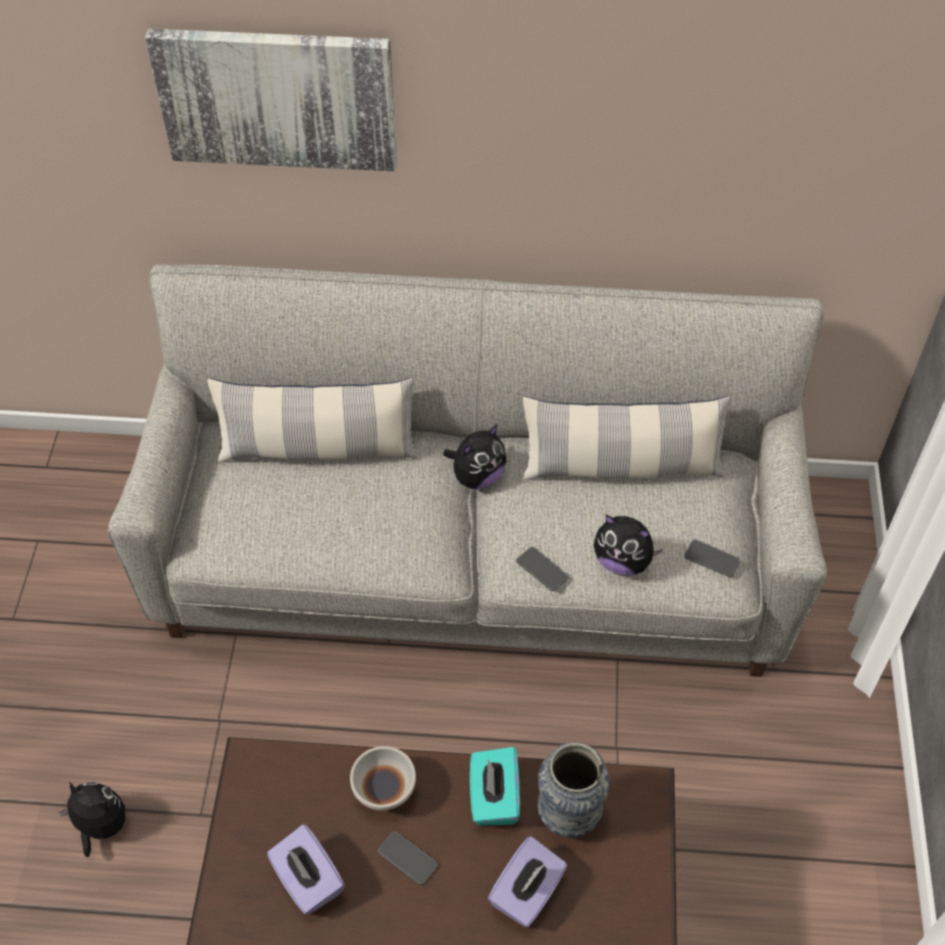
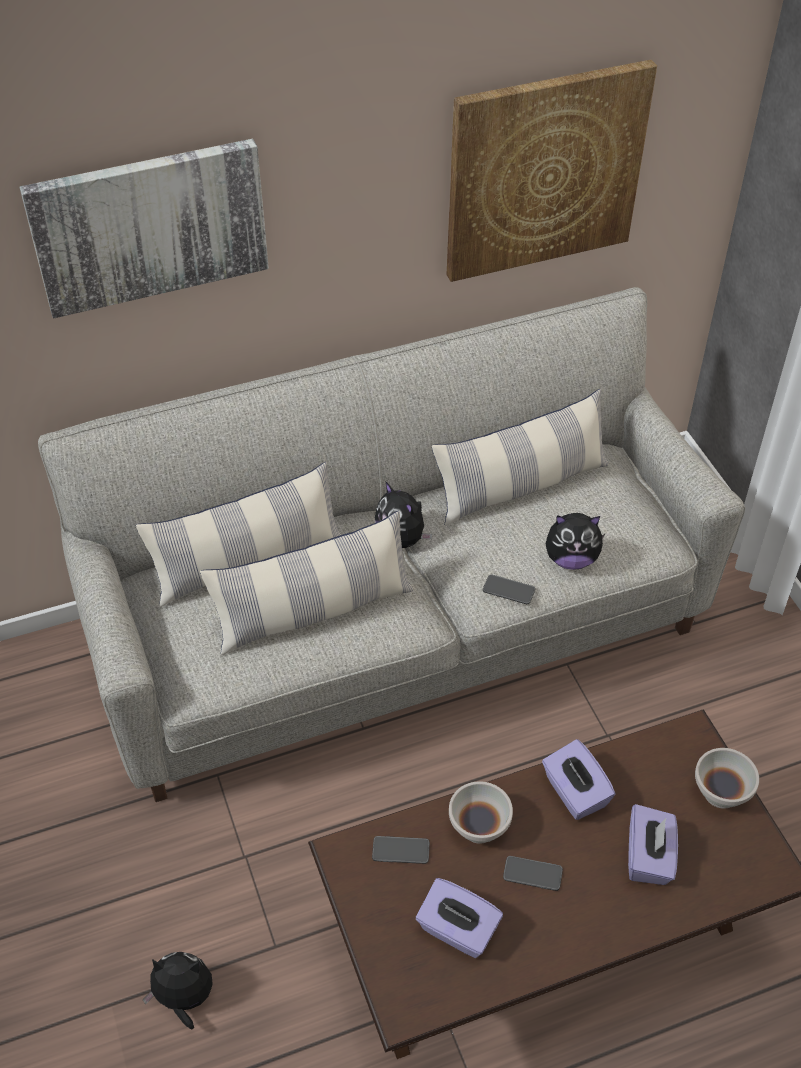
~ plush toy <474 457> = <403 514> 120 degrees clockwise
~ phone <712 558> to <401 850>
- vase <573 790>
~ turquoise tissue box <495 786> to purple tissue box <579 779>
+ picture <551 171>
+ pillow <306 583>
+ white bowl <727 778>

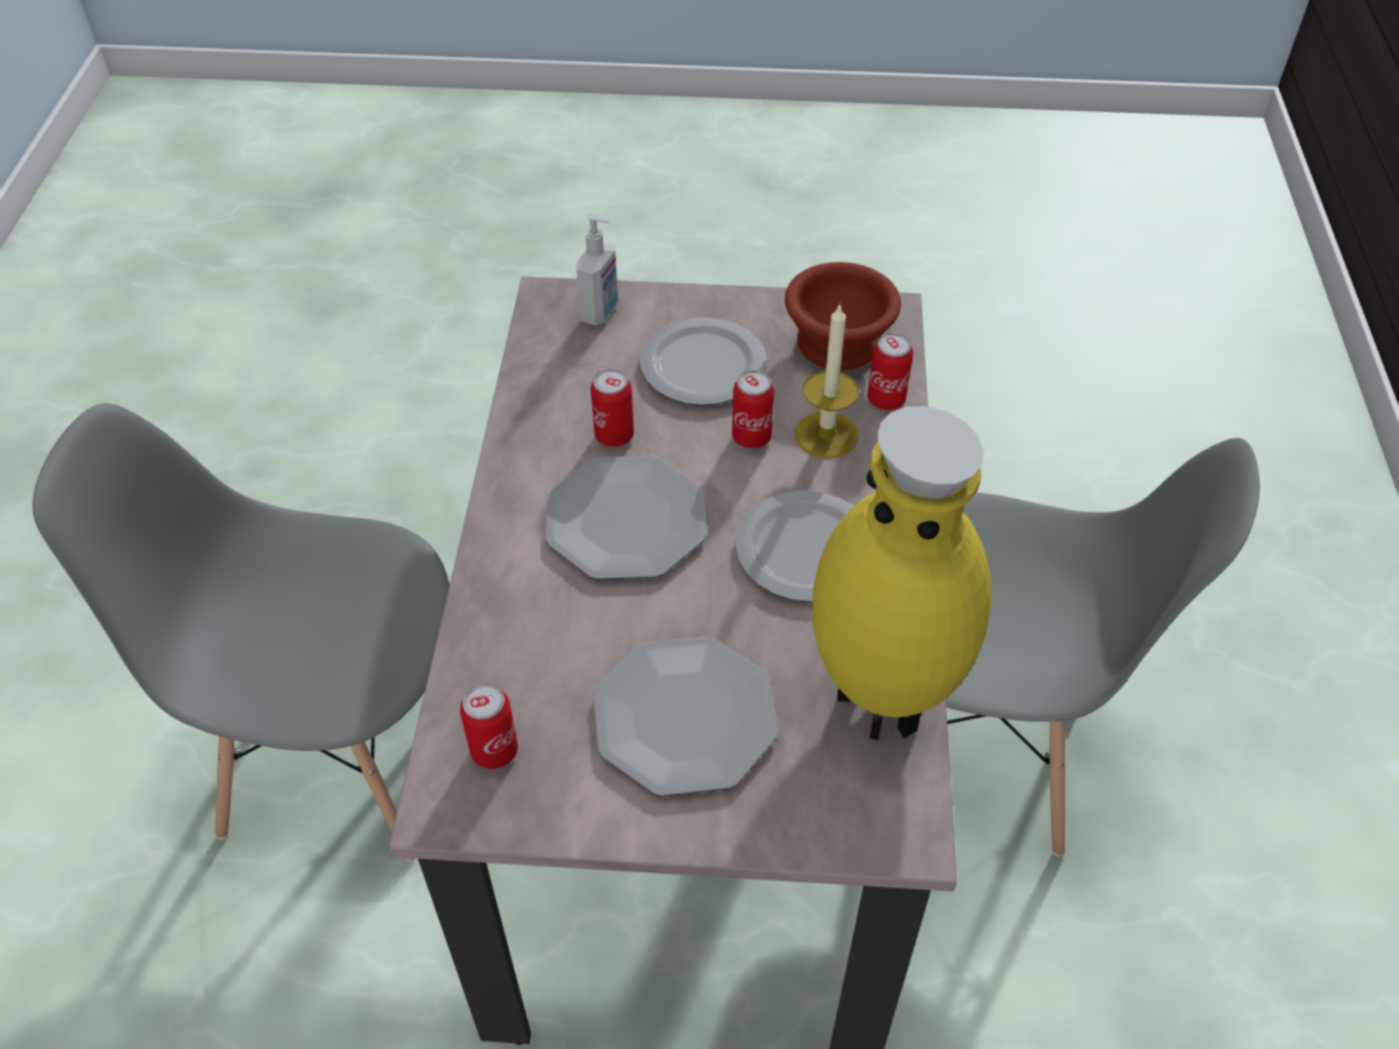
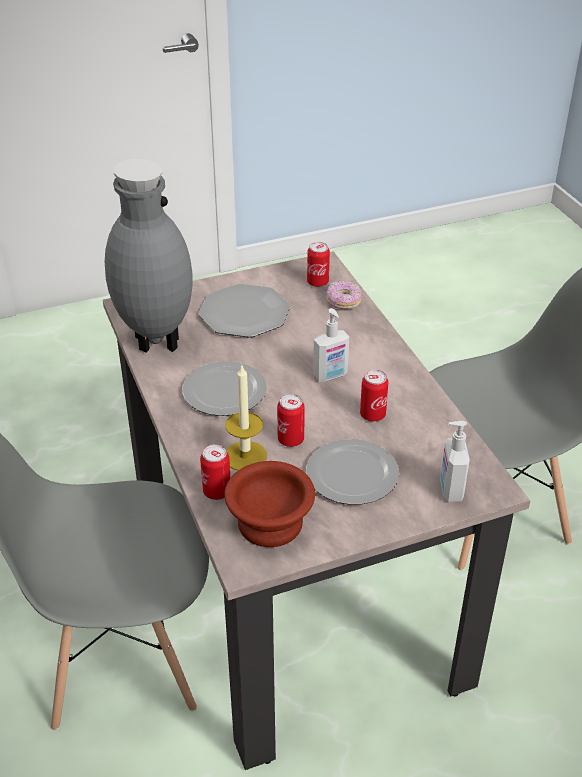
~ yellow vase <901 573> to grey vase <149 256>
~ plate <626 517> to soap dispenser <331 345>
+ donut <343 295>

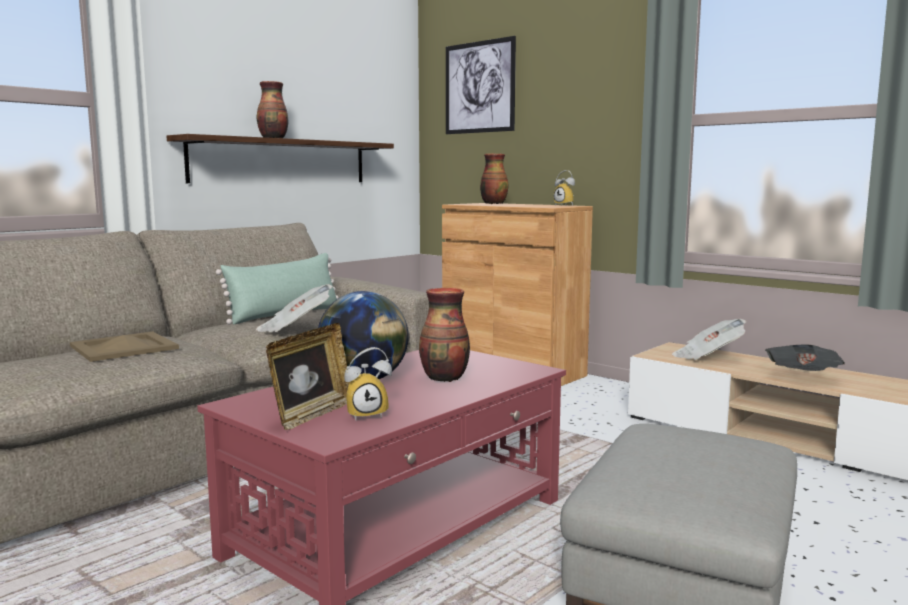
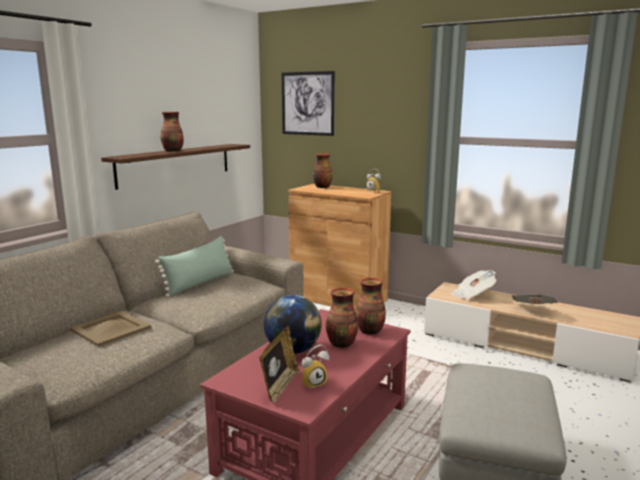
- newspaper <294 308>
+ vase <370 306>

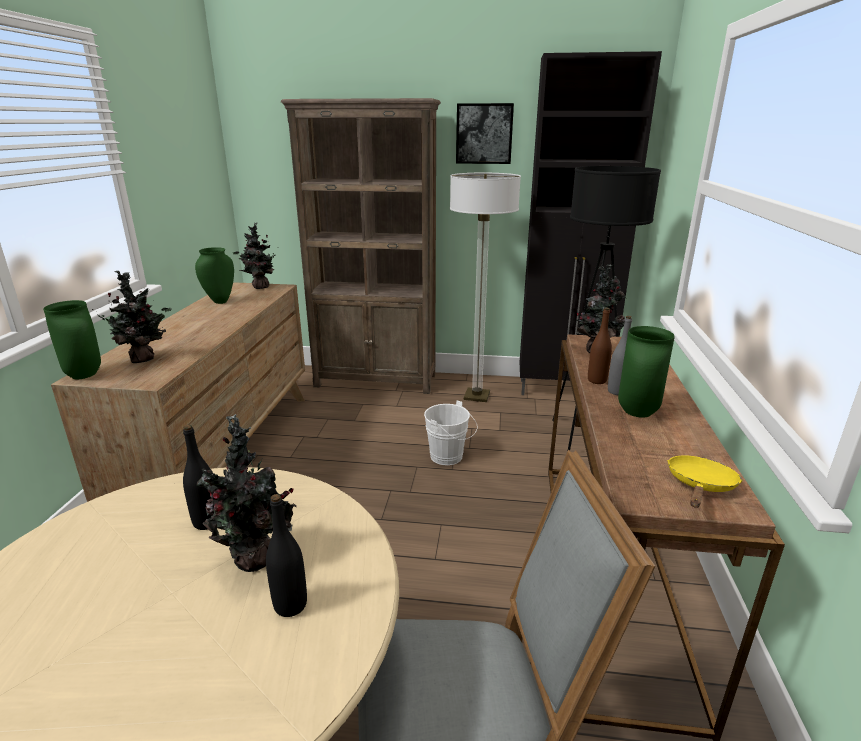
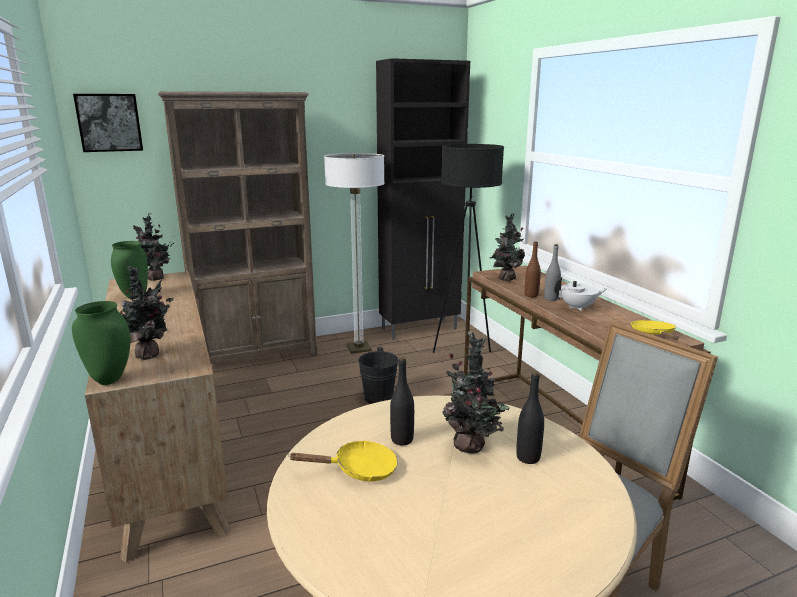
~ picture <485 133> to <108 123>
~ green vase <646 372> to white teapot <581 294>
~ white bucket <451 432> to black bucket <378 375>
+ yellow frying pan <343 460>

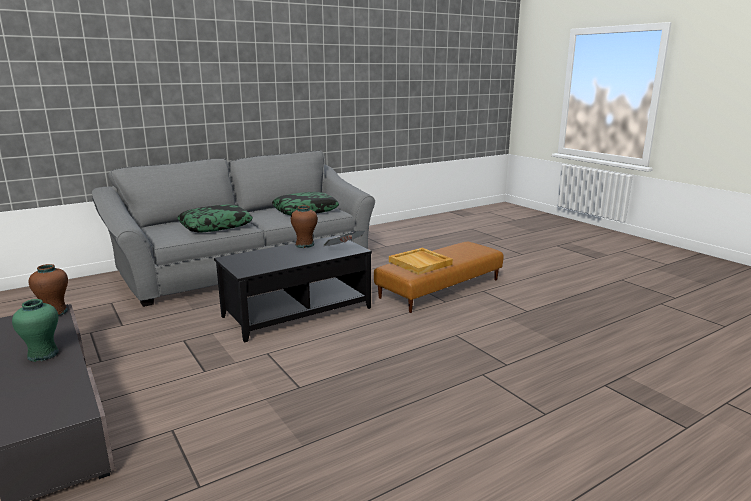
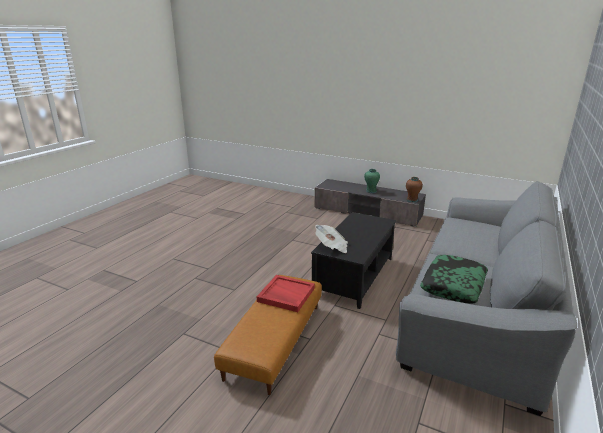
- pillow <215 219>
- brown vase <304 226>
~ beige tray <421 261> to red tray <286 293>

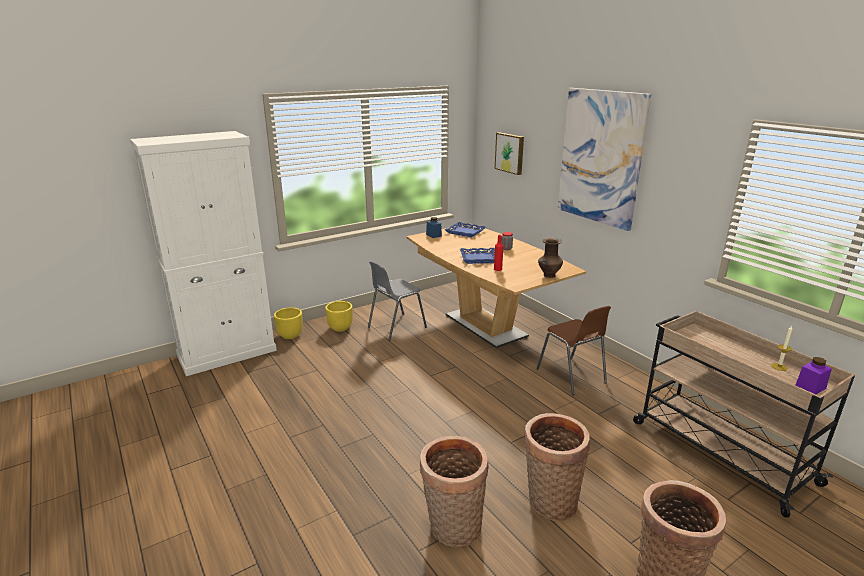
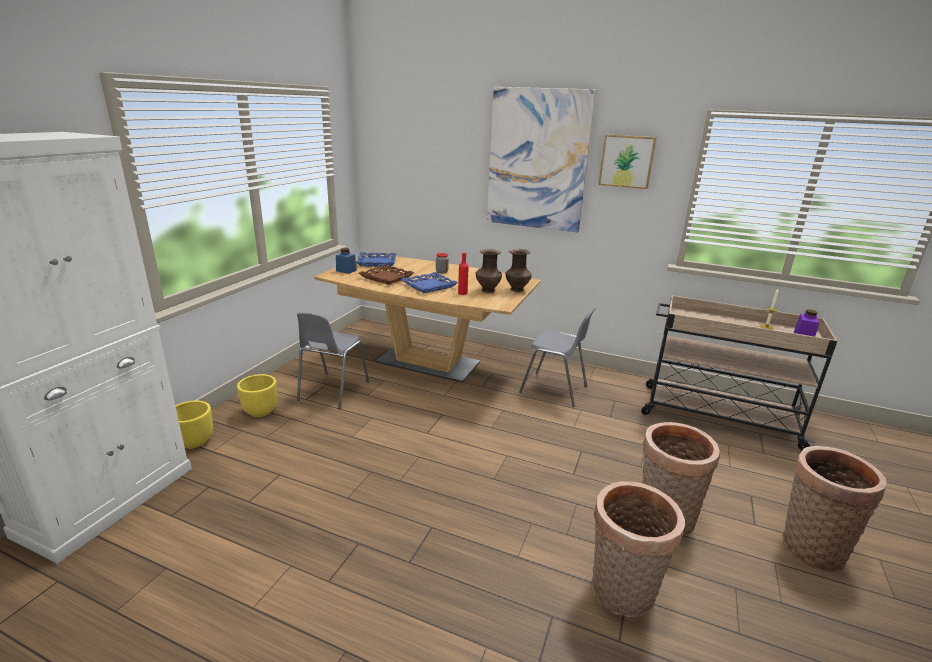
~ picture <509 153> to <627 161>
~ brown chair <573 350> to grey chair <557 357>
+ brown vase <489 271>
+ brown tray <387 274>

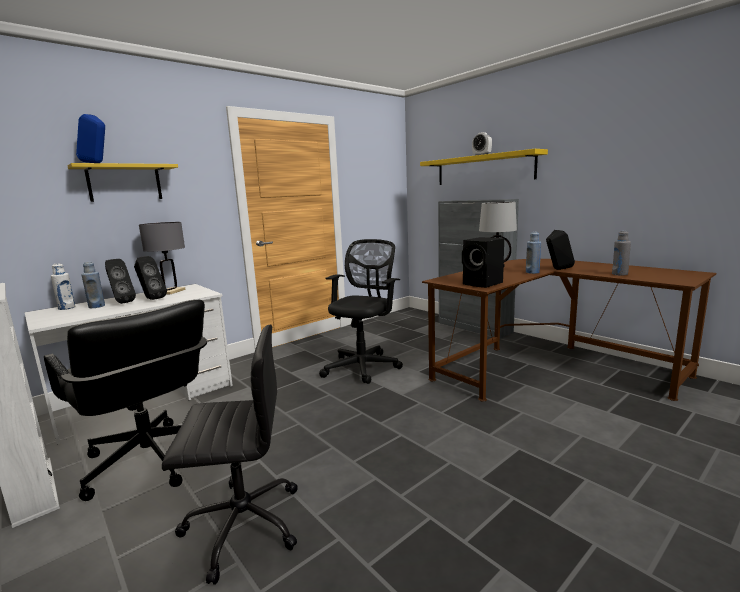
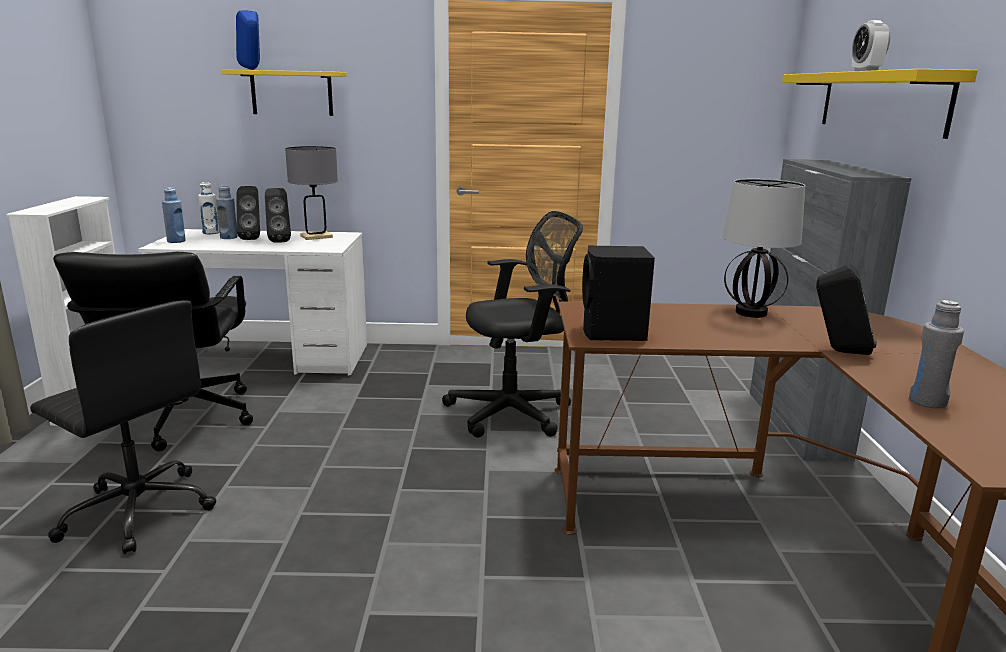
~ blue bottle <533 253> to <174 215>

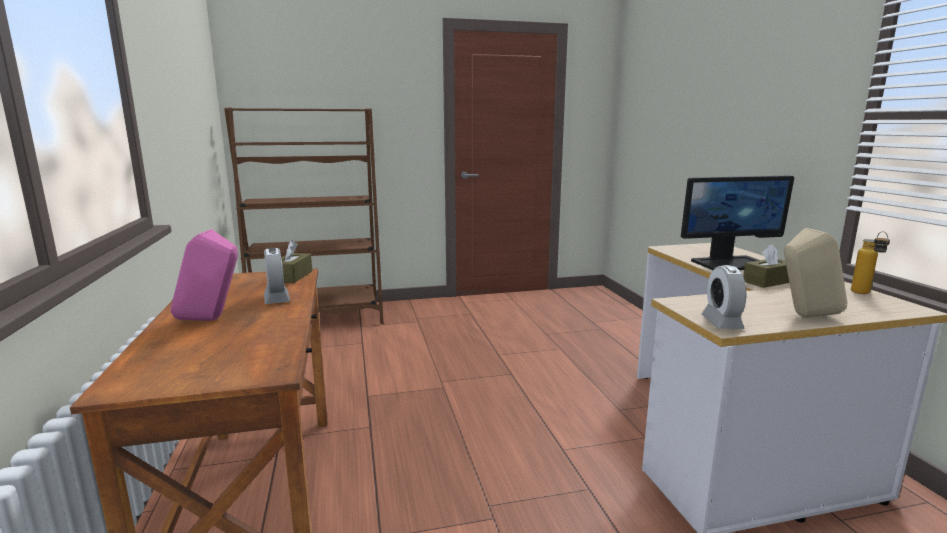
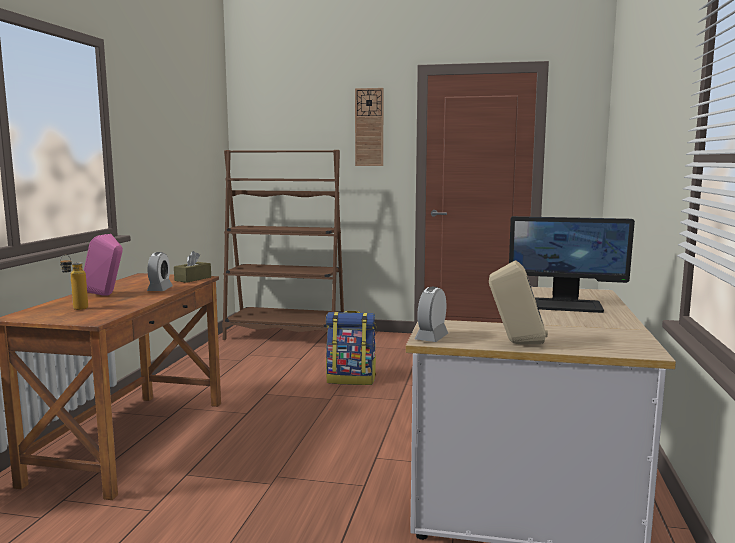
~ bottle <870 262> to <74 282>
- brown tissue box <766 266>
+ wall clock <369 127>
+ backpack <351 348>

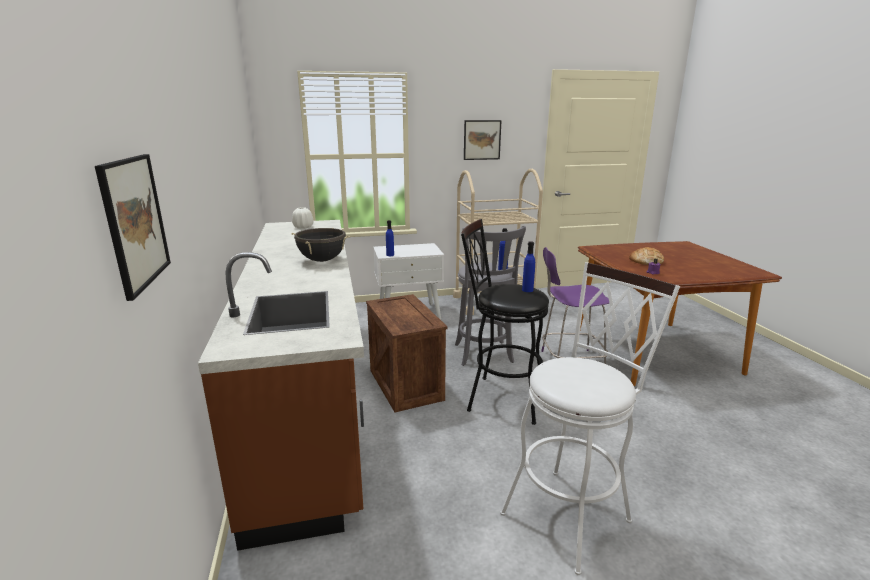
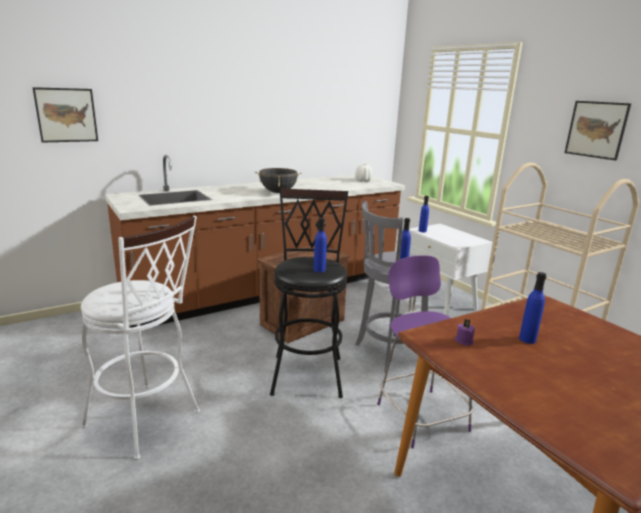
~ bread <646 256> to blue bottle <533 308>

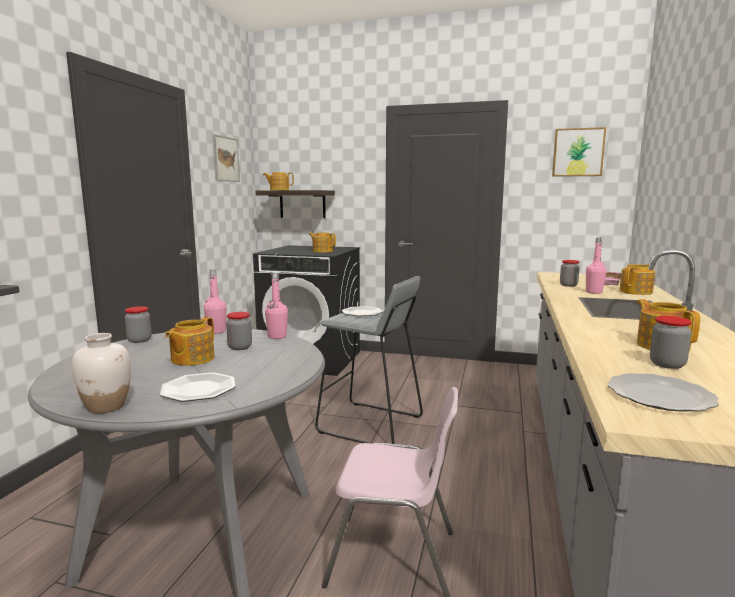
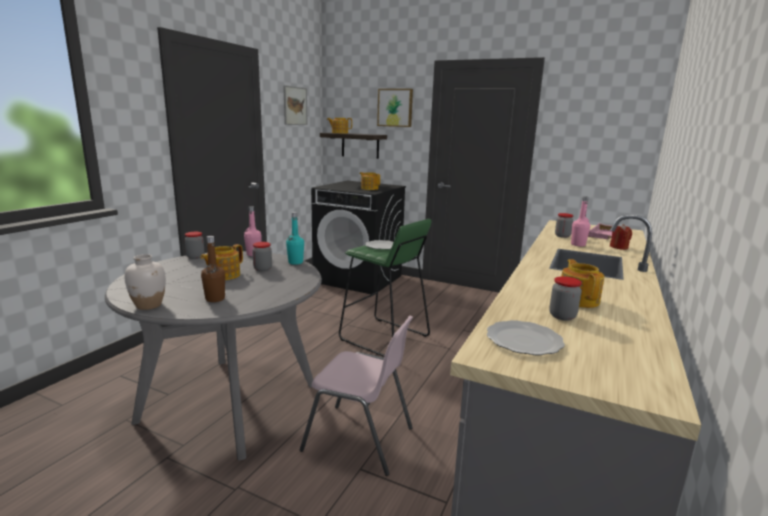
~ picture <579 152> to <395 108>
~ teapot <637 279> to red candle <621 237>
~ pink bottle <276 305> to turquoise bottle <295 238>
~ grey stool <369 360> to green stool <385 288>
~ plate <198 387> to brown bottle <213 269>

